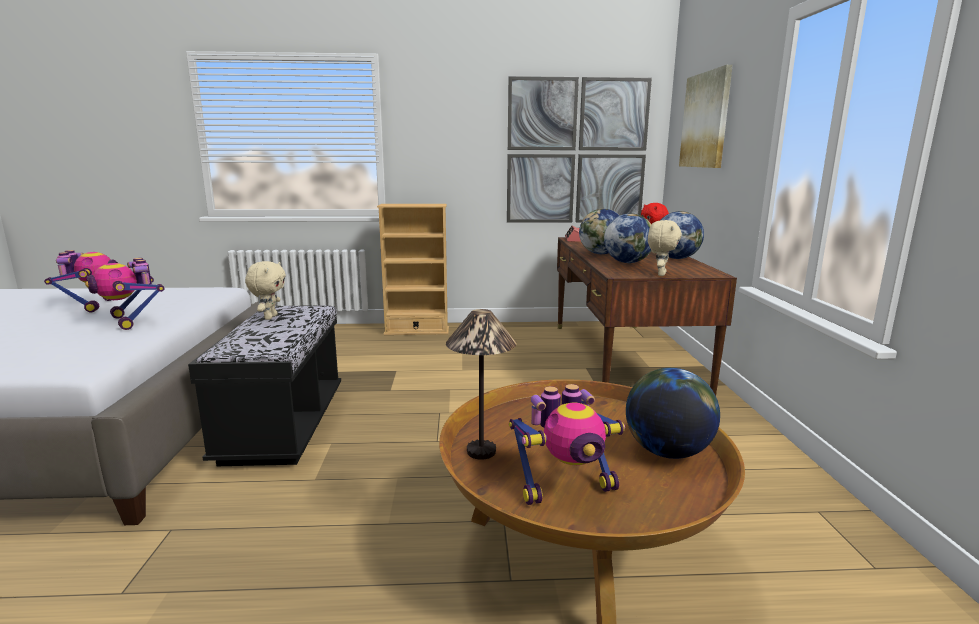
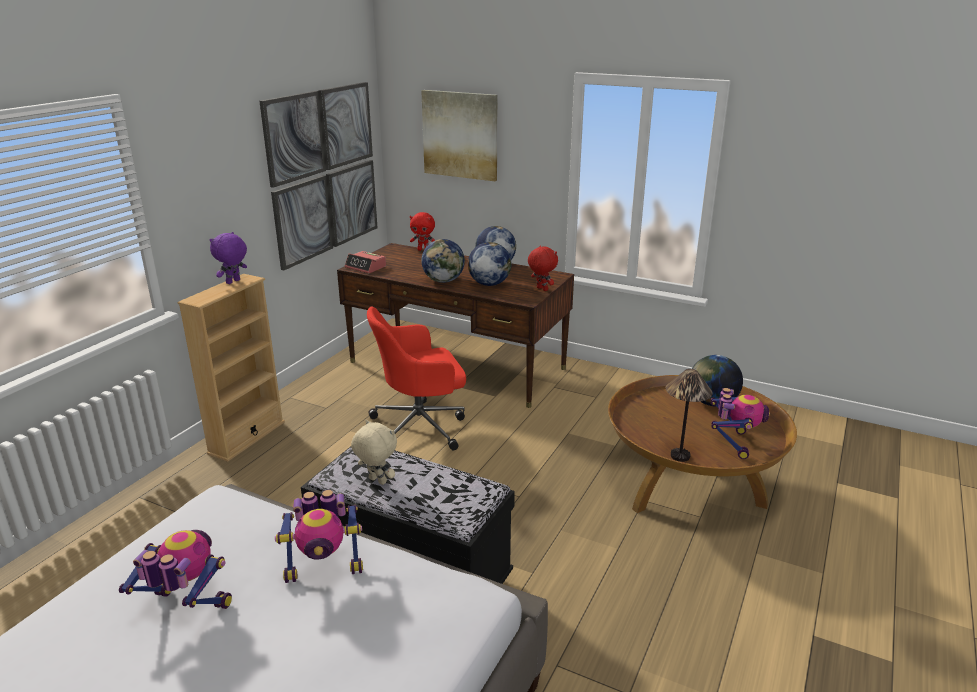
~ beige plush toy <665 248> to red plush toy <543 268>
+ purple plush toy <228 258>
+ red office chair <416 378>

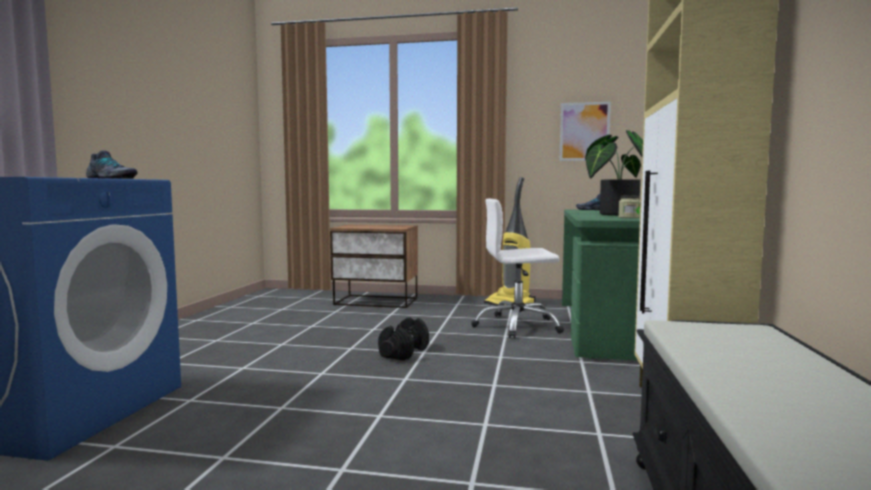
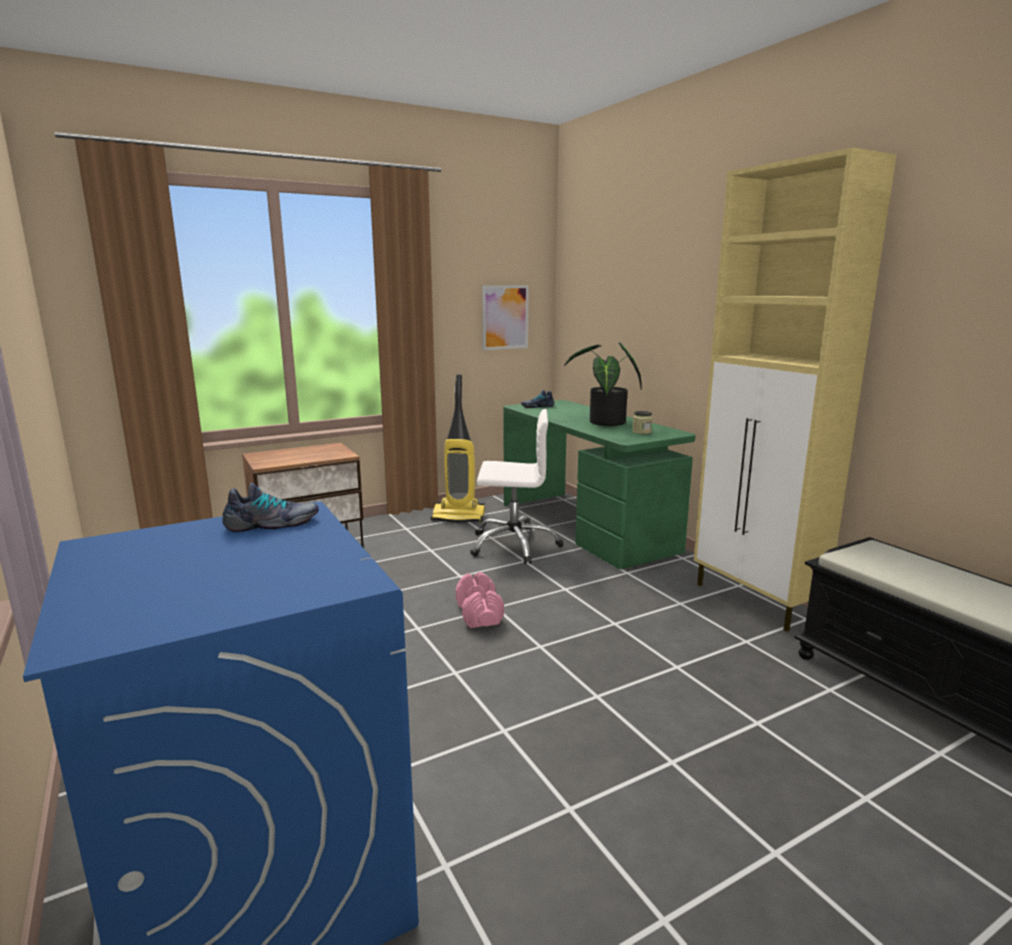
~ white office chair <517 268> = <516 486> 135 degrees counterclockwise
~ black dumbbell <403 338> to pink dumbbell <480 600>

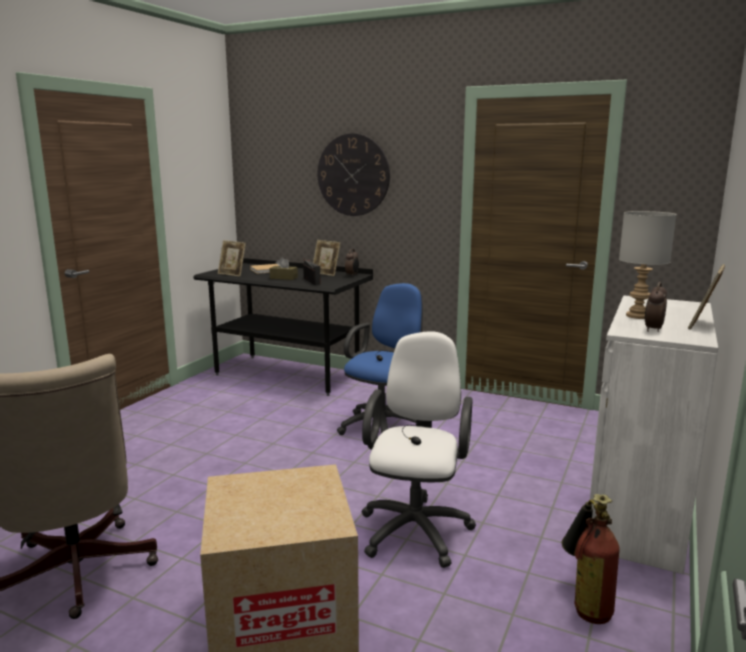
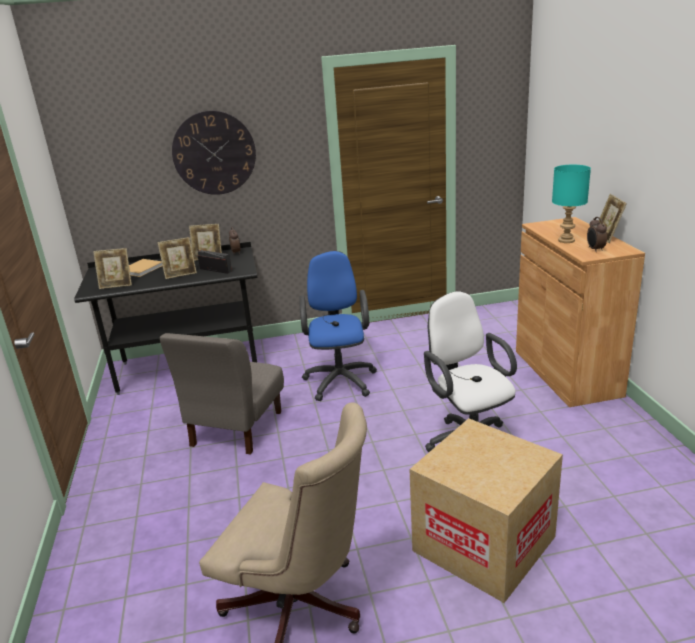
~ grey table lamp <648 265> to turquoise table lamp <571 204>
~ brown tissue box <283 268> to picture frame <177 258>
~ white cabinet <654 434> to brown cabinet <580 312>
- fire extinguisher <591 559>
+ grey chair <222 393>

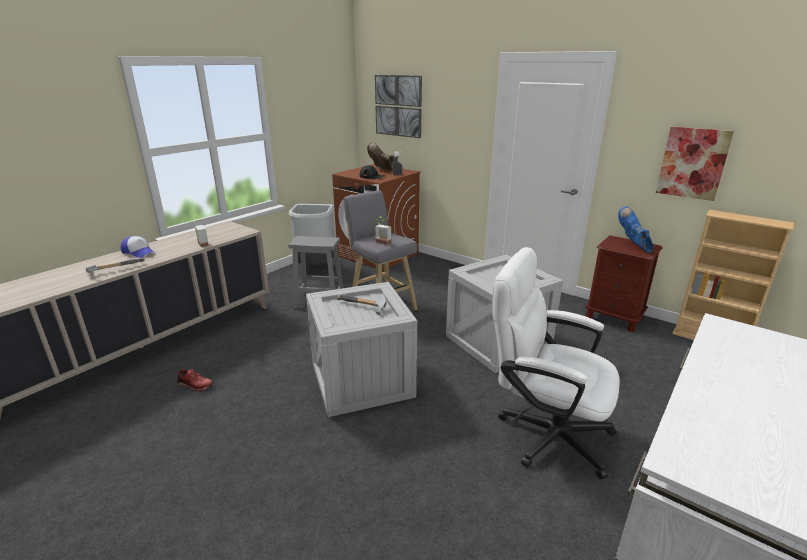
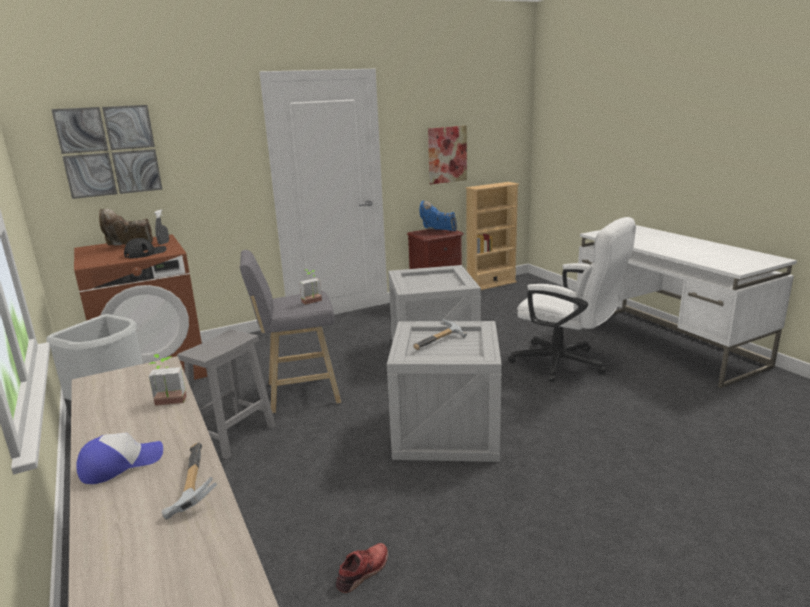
~ white office chair <556 363> = <572 299> 105 degrees counterclockwise

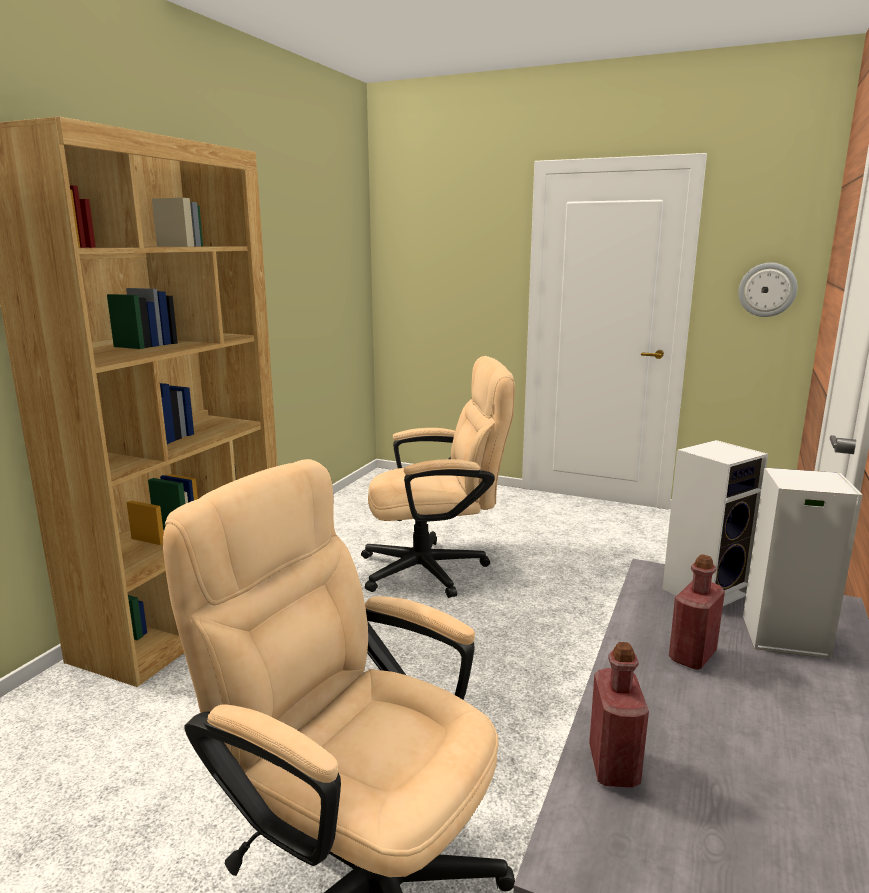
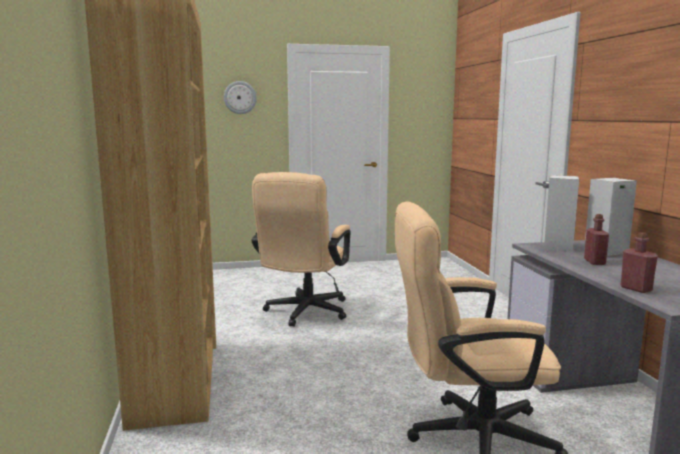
~ wall clock <768 290> to <240 97>
~ beige office chair <438 477> = <301 249> 150 degrees clockwise

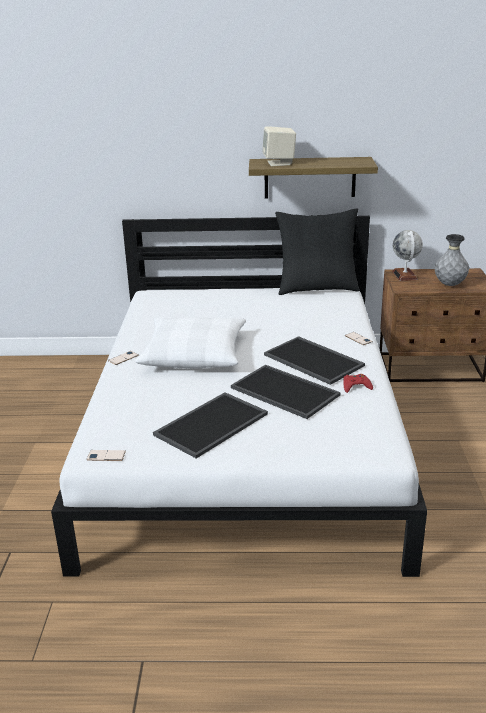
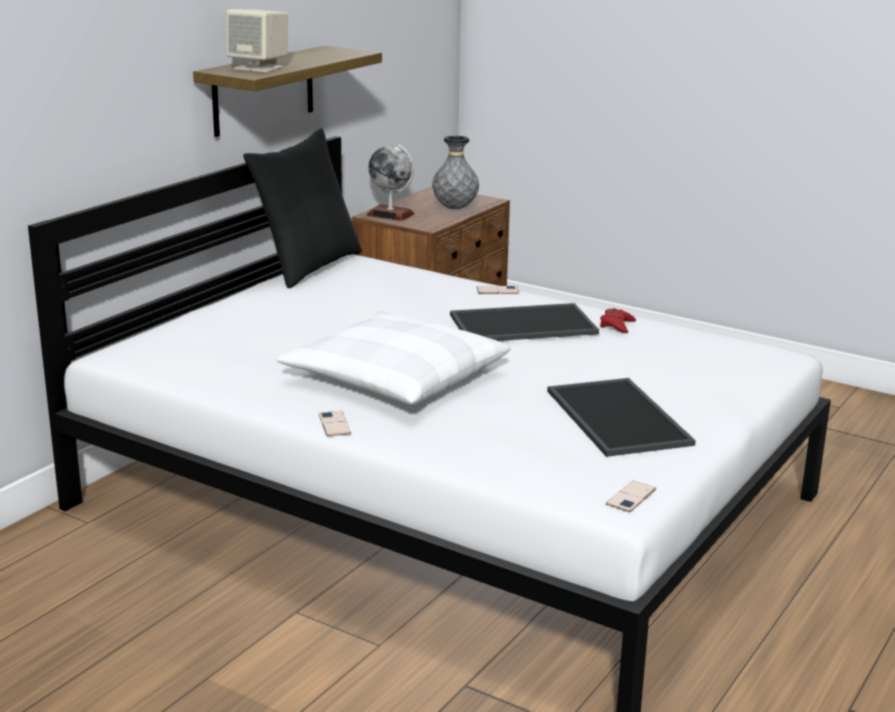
- tray <286 392>

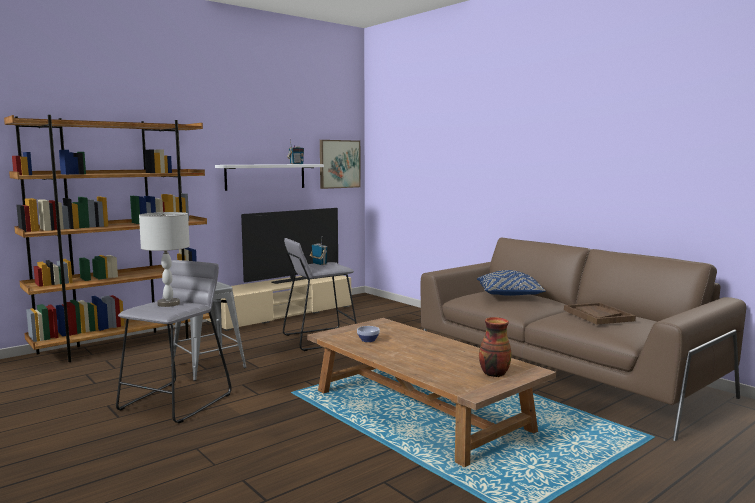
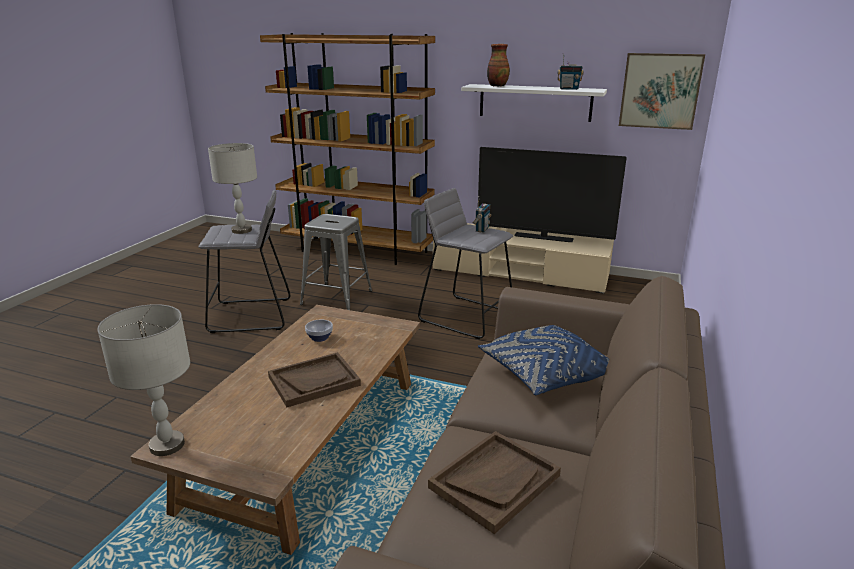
~ vase <495 347> to <498 65>
+ grey table lamp <143 380>
+ brown tray <314 379>

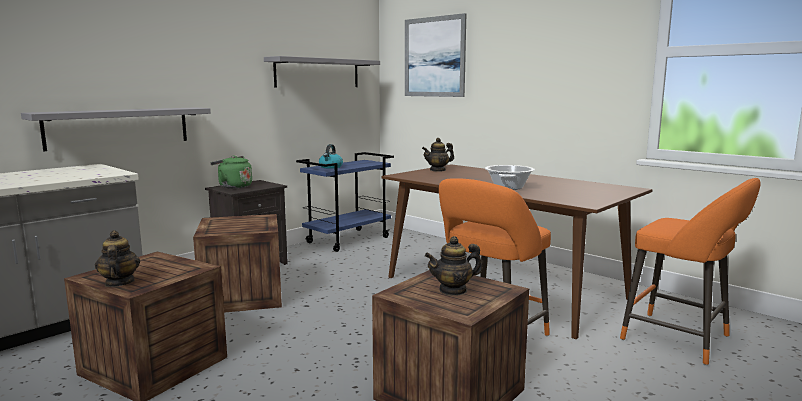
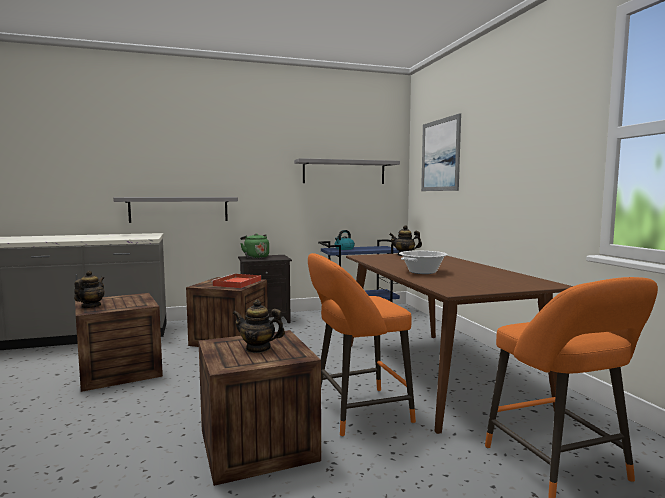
+ red tray <236 281>

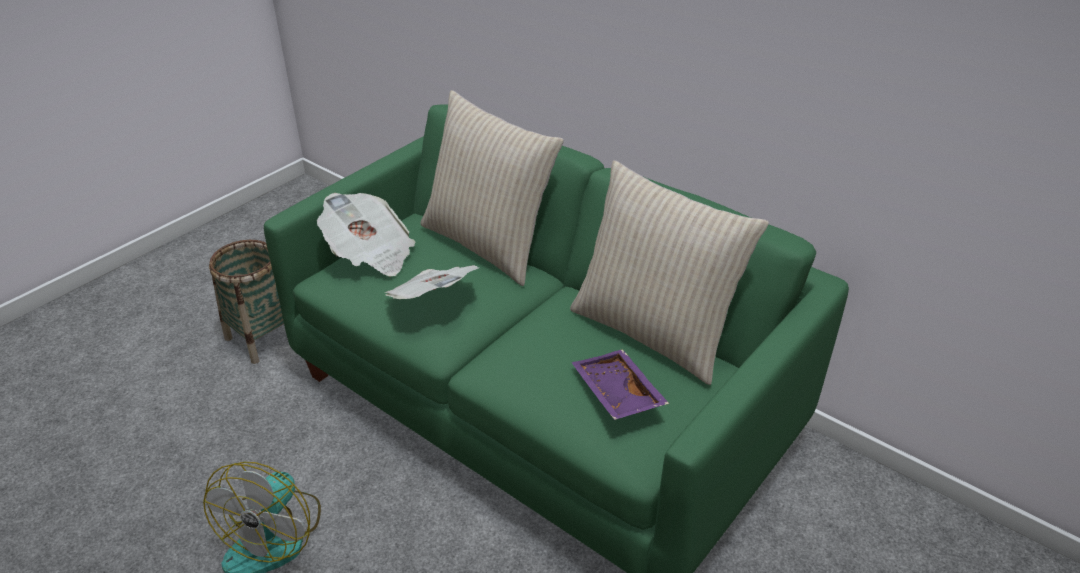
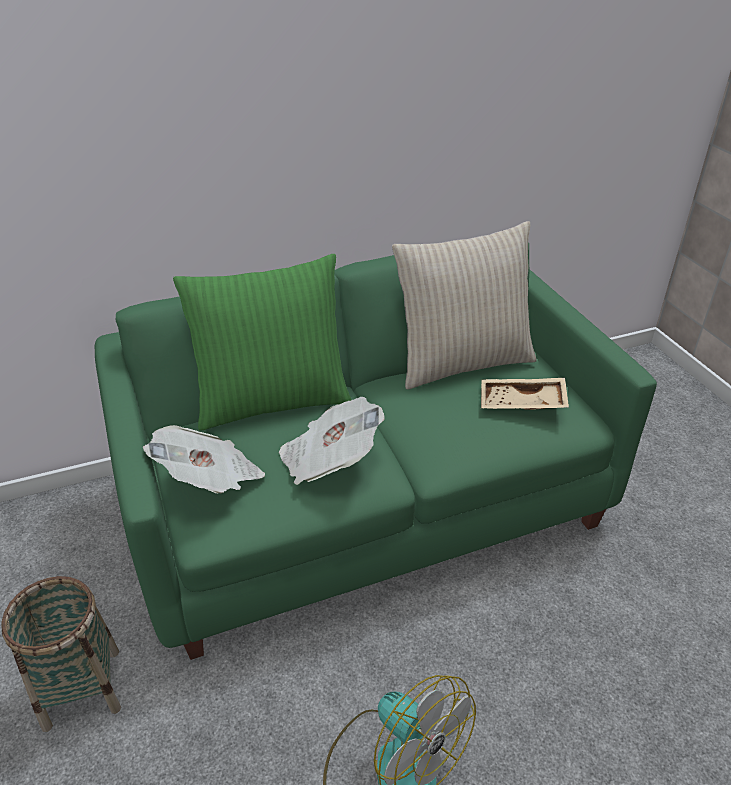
~ beige pillow <492 188> to green pillow <262 342>
~ purple tray <620 384> to beige tray <525 394>

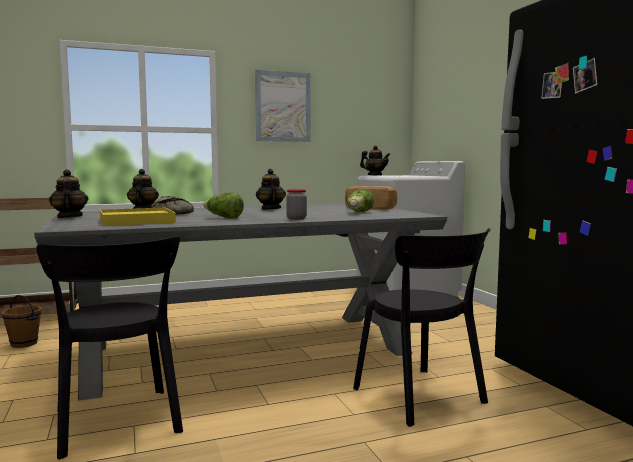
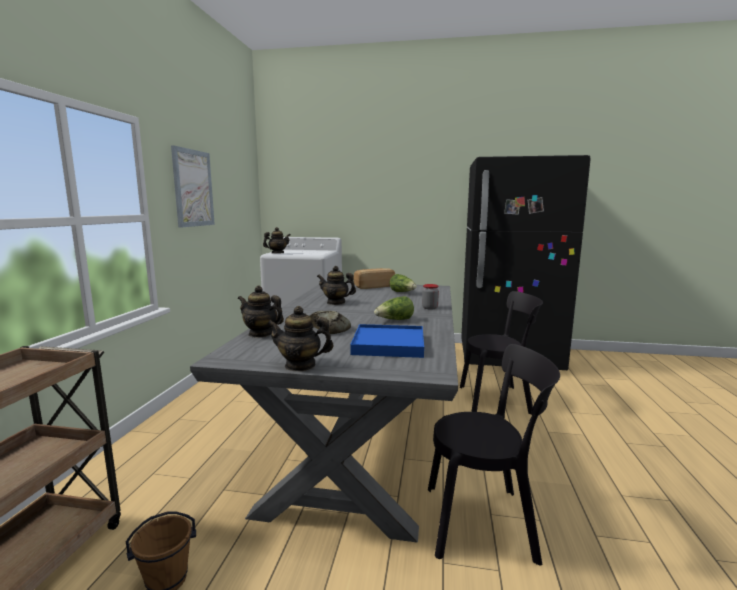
~ yellow tray <138 217> to blue tray <387 341>

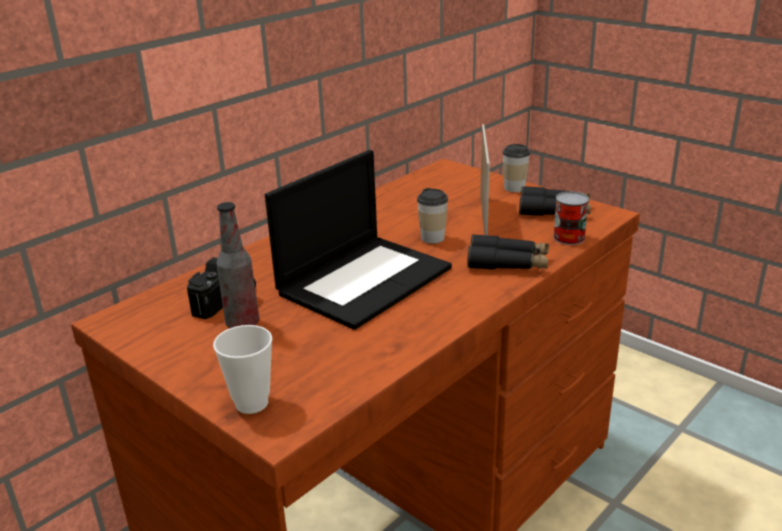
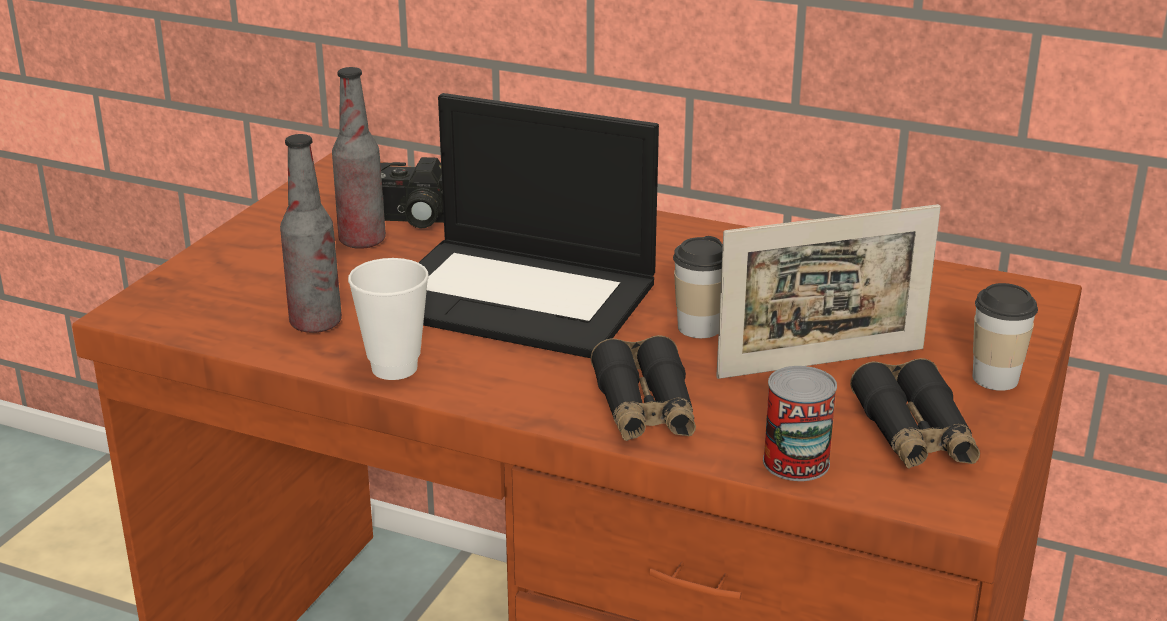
~ cup <242 369> to <388 319>
+ bottle <311 233>

